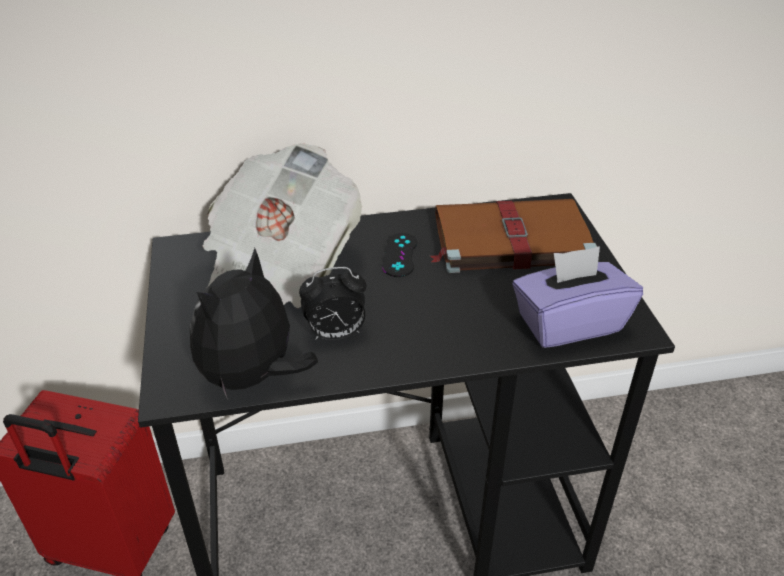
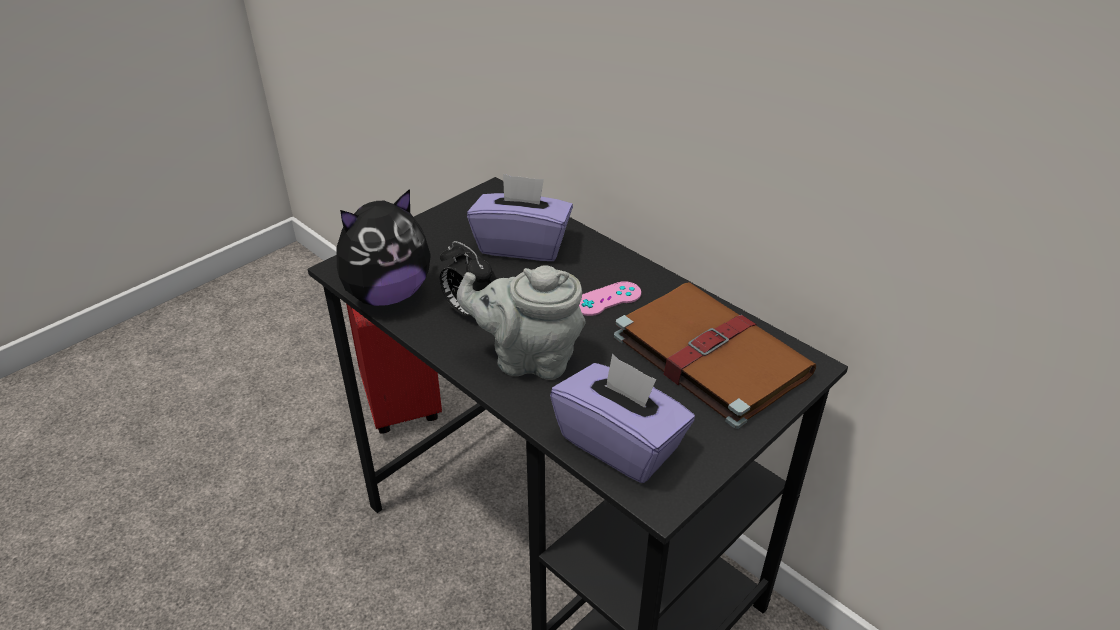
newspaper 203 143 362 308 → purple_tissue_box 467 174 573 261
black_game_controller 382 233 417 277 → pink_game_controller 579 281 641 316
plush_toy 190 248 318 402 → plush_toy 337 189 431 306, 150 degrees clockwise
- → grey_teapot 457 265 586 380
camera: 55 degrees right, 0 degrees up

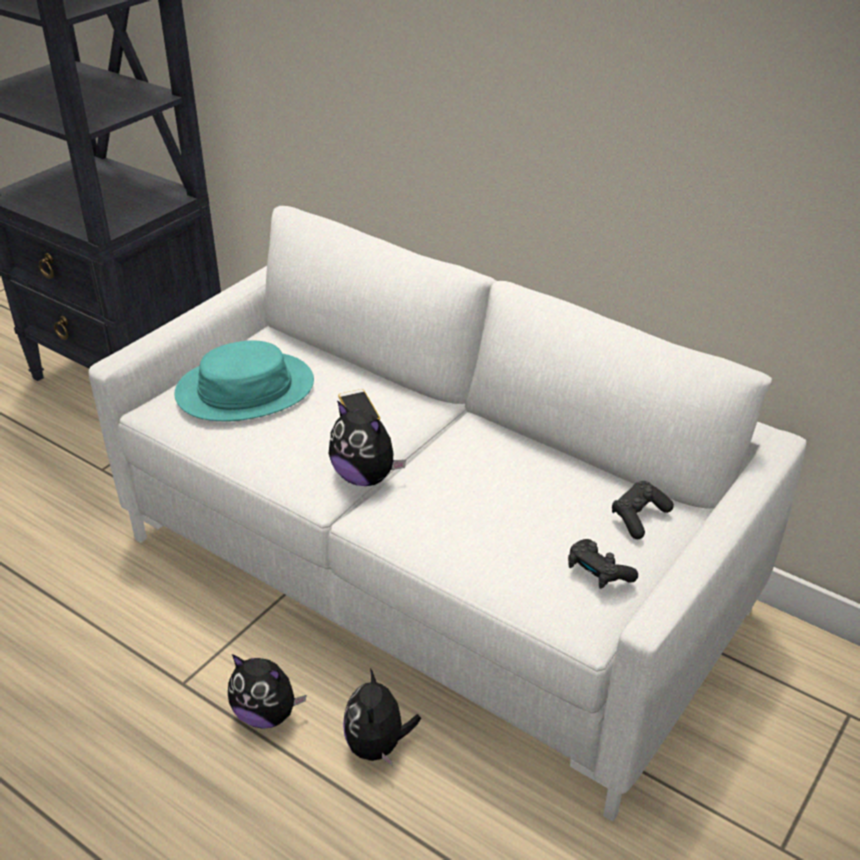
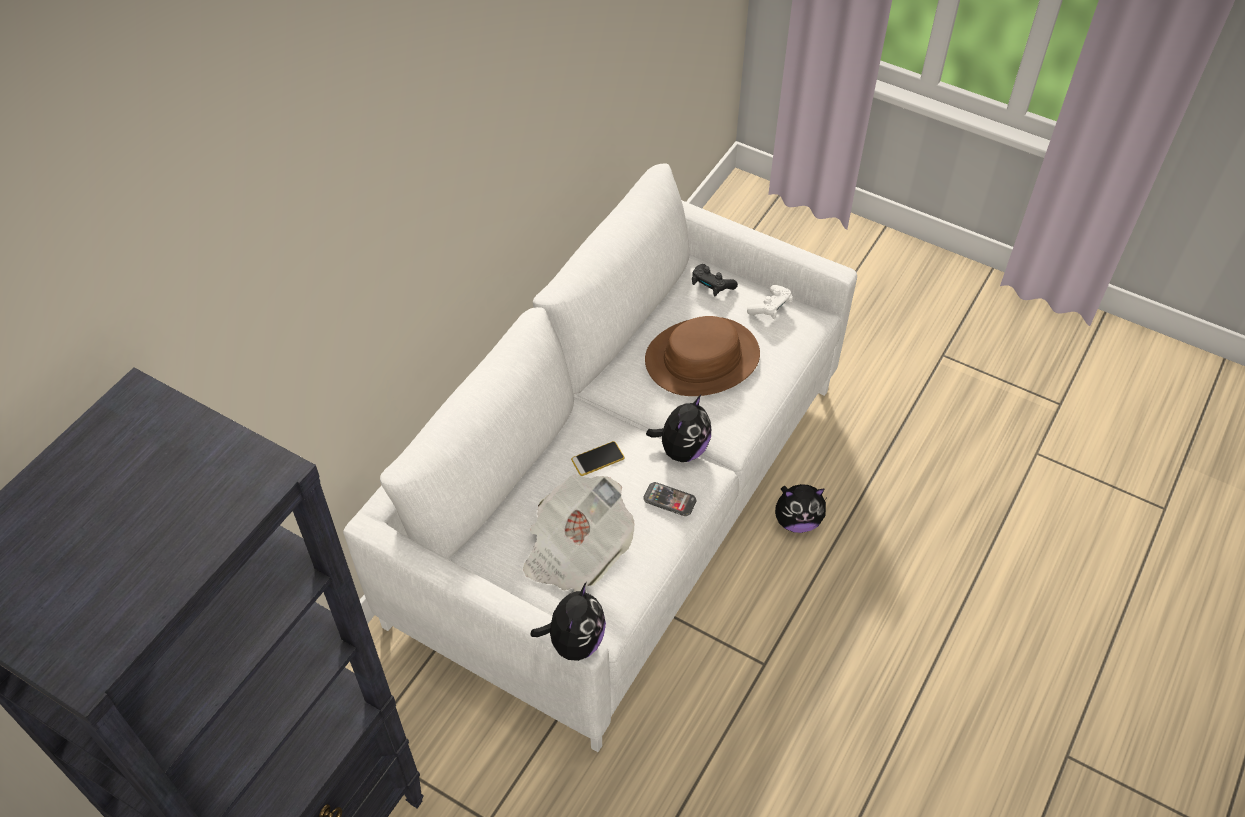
turquoise_hat 174 341 314 421 → newspaper 523 474 635 592
black_game_controller 568 539 638 589 → white_game_controller 747 285 793 319
plush_toy 228 654 306 729 → plush_toy 530 583 606 661, moved
- → brown_hat 645 316 760 396
- → phone 643 482 696 516
camera: 95 degrees left, 15 degrees up

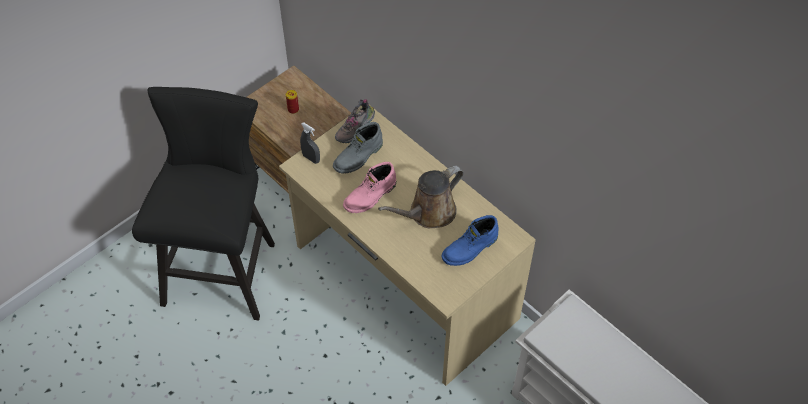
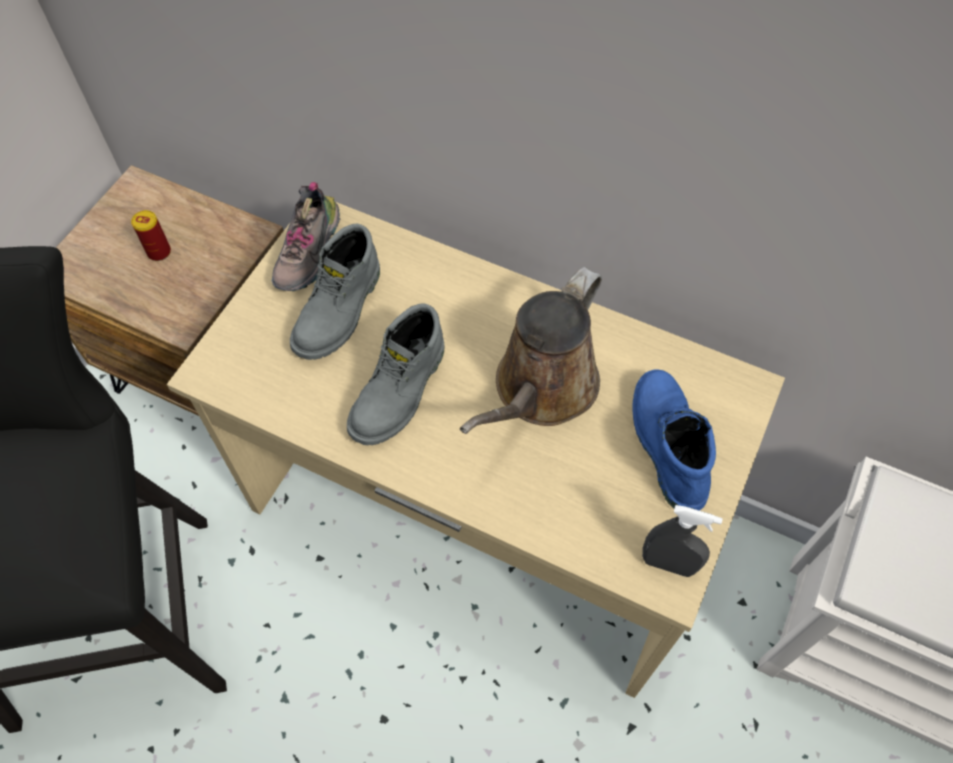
grey_spray_bottle 300 122 320 164 → grey_spray_bottle 642 505 723 577, moved
pink_boot 343 162 396 213 → grey_boot 347 304 444 445
blue_boot 441 215 499 266 → blue_boot 632 370 716 511, 135 degrees clockwise
camera: 20 degrees left, 5 degrees up

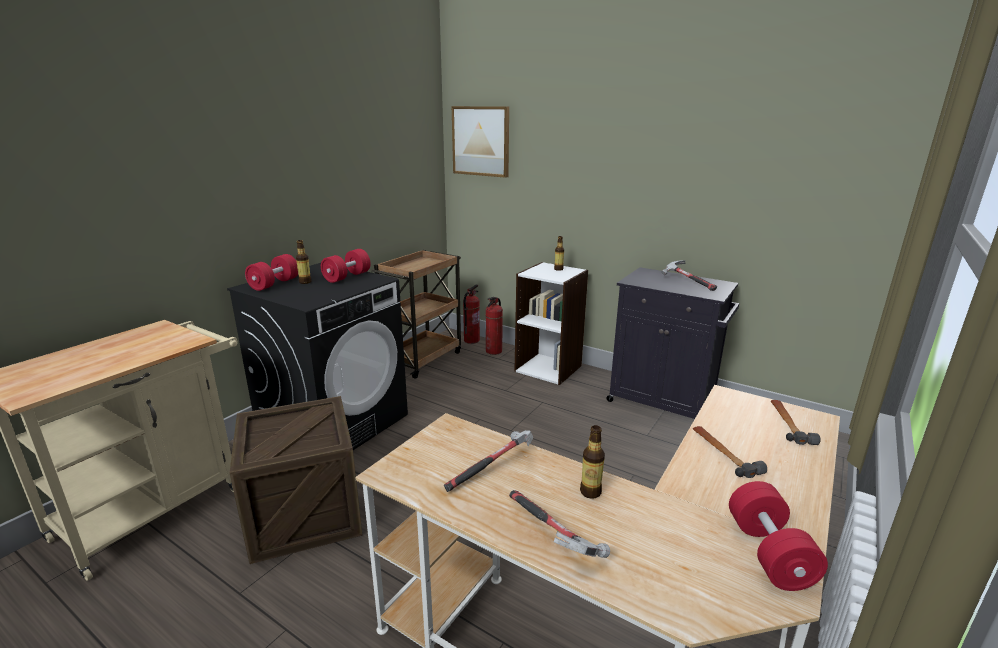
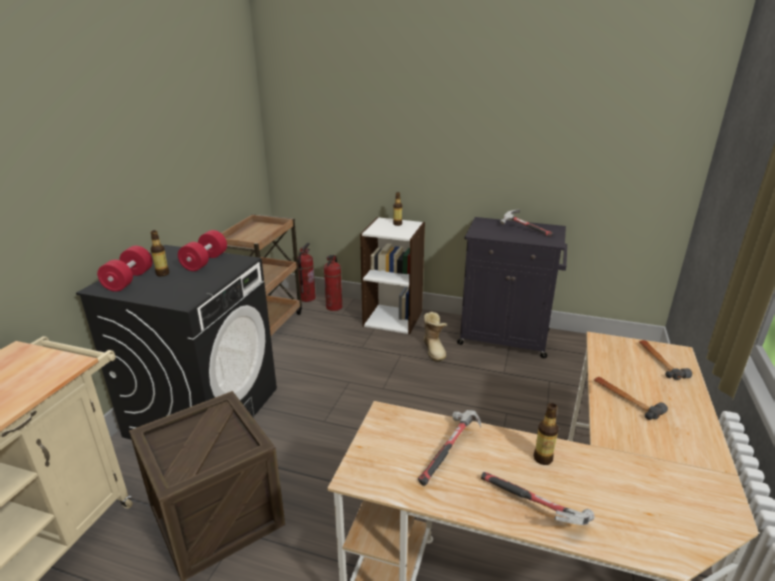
picture 452 106 509 178 → -
red_dumbbell 729 481 828 591 → -
- → boot 424 312 447 362
camera: 15 degrees left, 5 degrees up

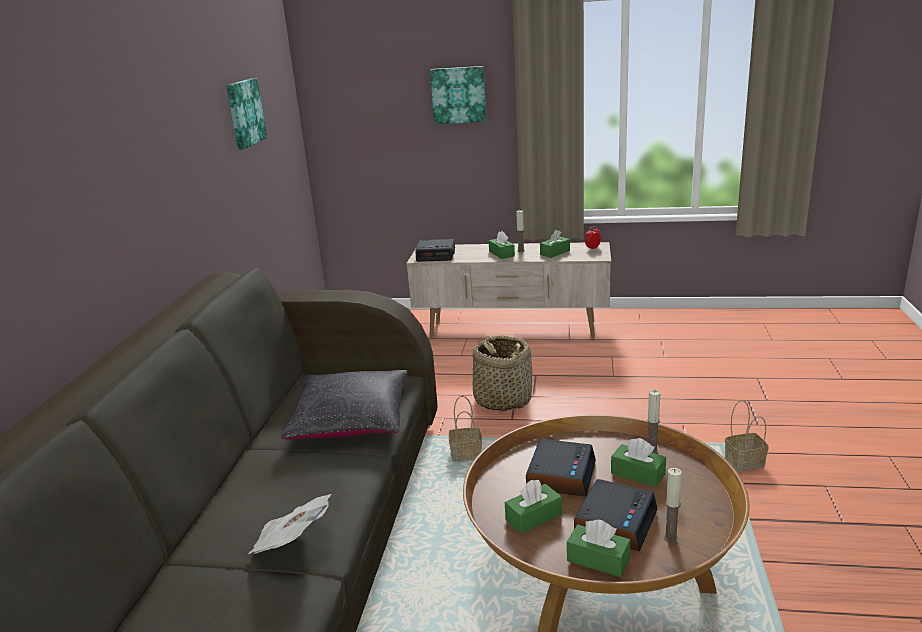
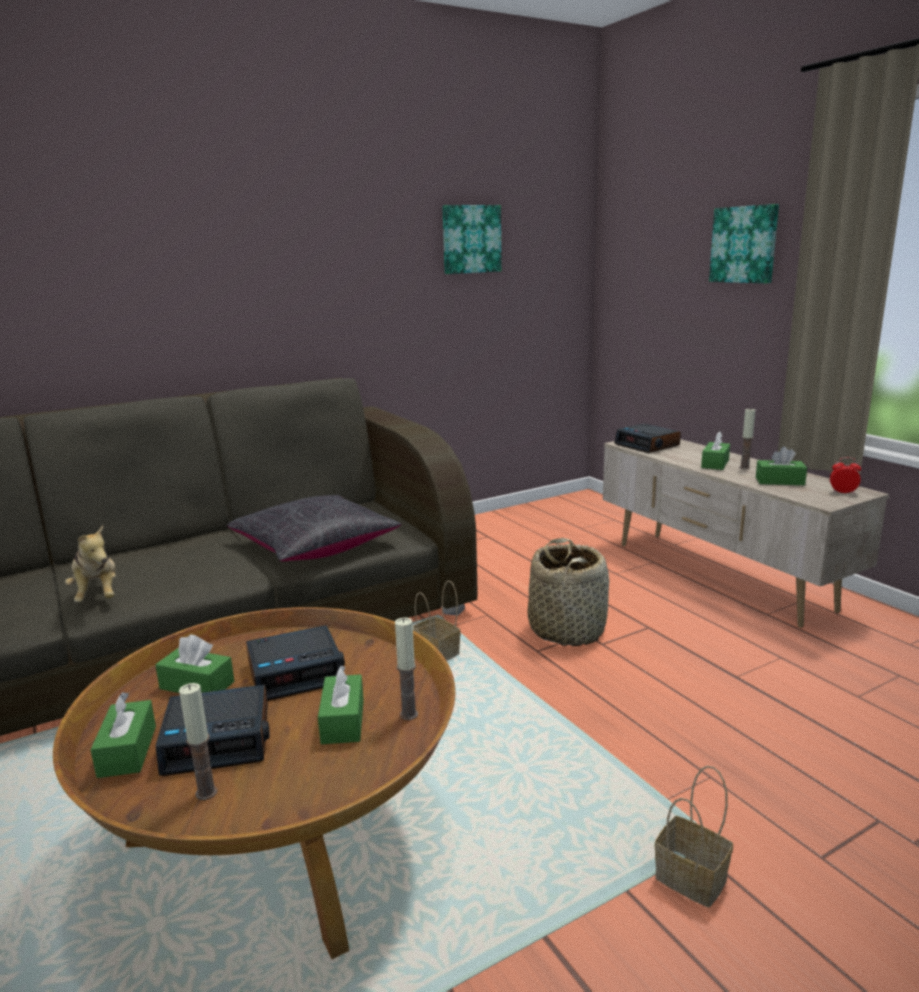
newspaper 249 494 331 554 → plush_toy 65 525 116 602
camera: 50 degrees right, 5 degrees down

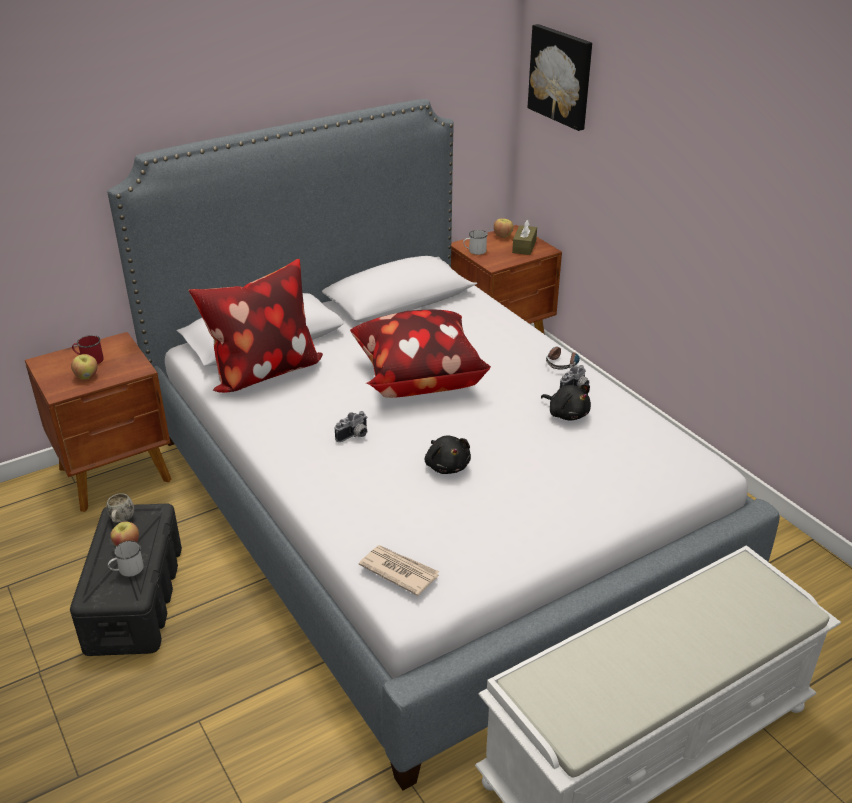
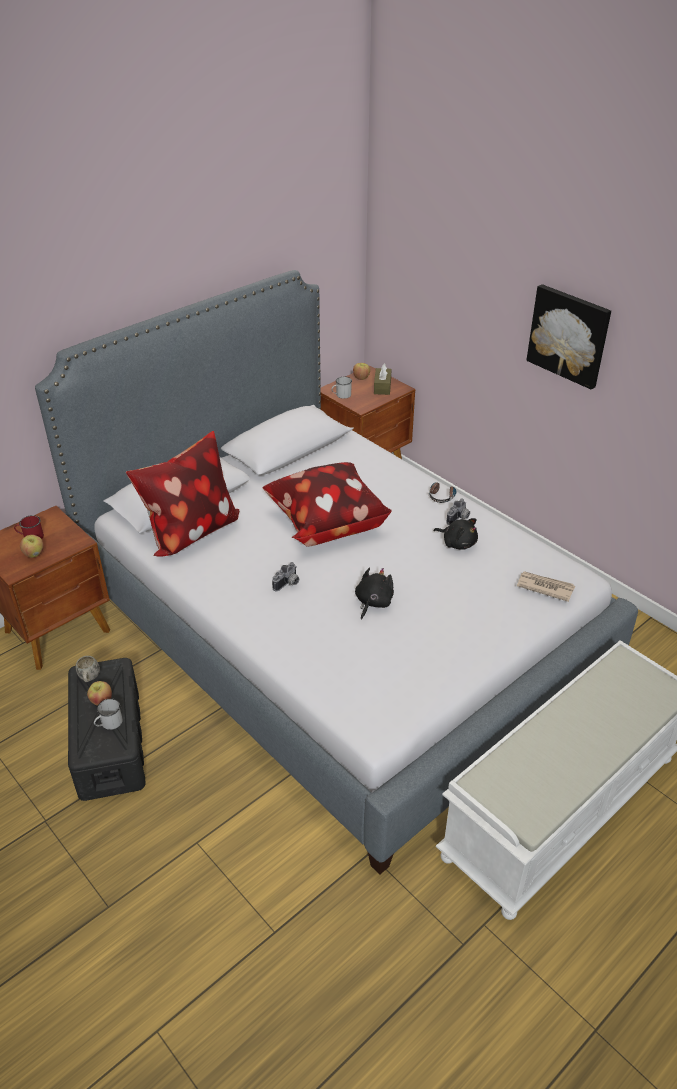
picture 528 24 592 131 → picture 527 284 611 390, moved
black_plush_toy 425 435 471 474 → black_plush_toy 355 568 394 620, 120 degrees counterclockwise
newspaper 359 545 439 596 → newspaper 517 571 575 602, moved
camera: 10 degrees left, 5 degrees up

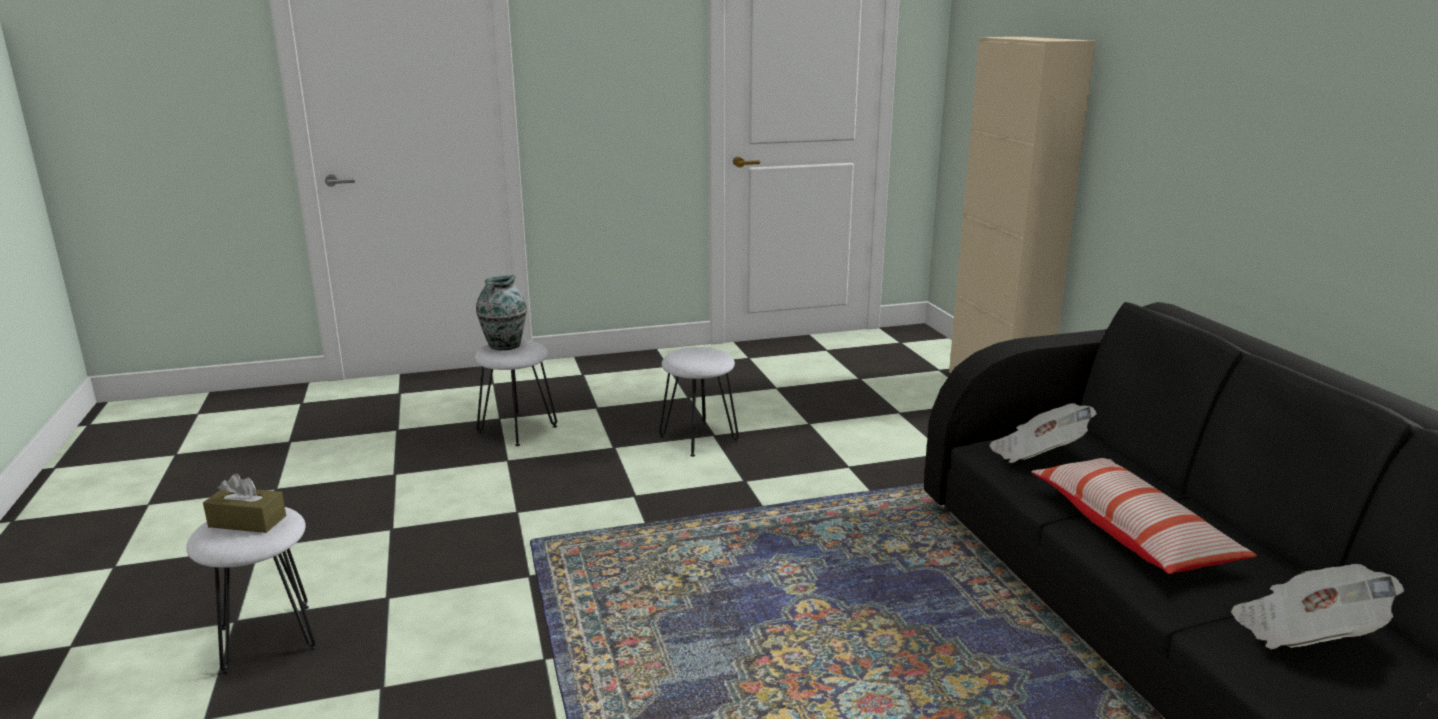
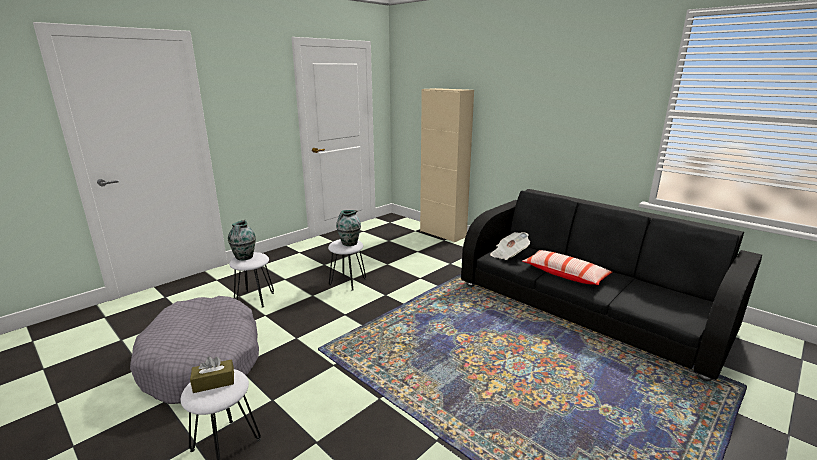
newspaper 1231 564 1404 649 → -
- → vase 336 210 361 246
- → grey_dog_bed 130 296 259 404
camera: 30 degrees left, 0 degrees up

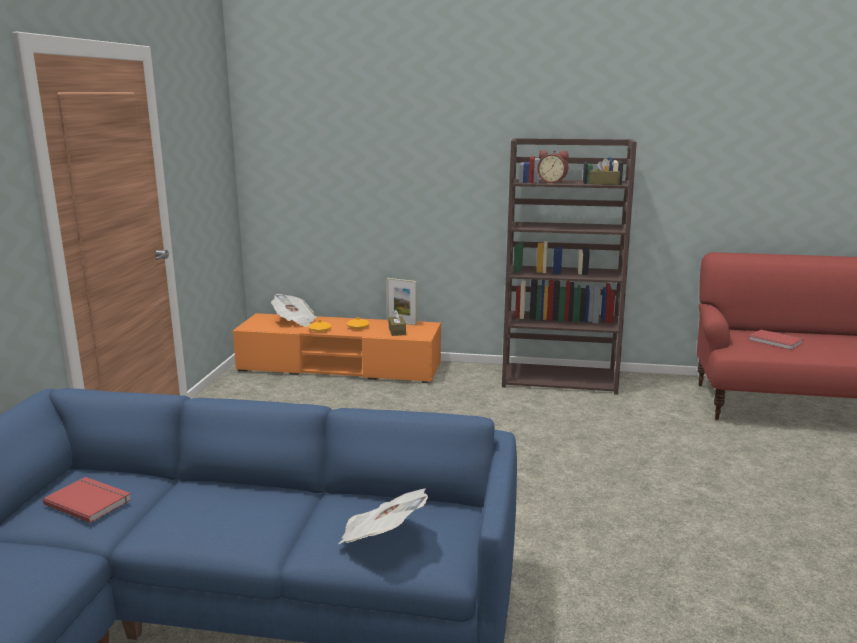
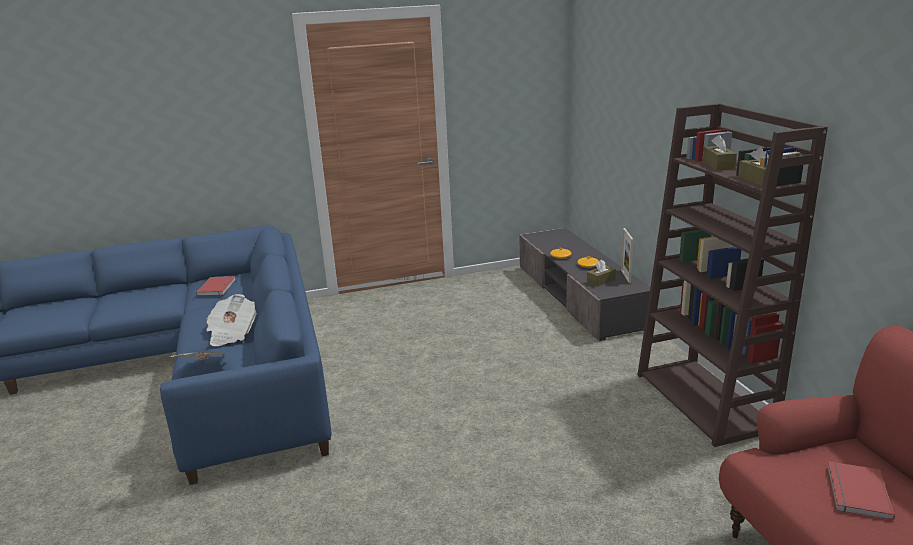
alarm_clock 537 150 569 183 → brown_tissue_box 703 135 737 170
newspaper 271 294 317 327 → newspaper 206 294 257 346, moved
orange_tv_stand 233 313 441 383 → grey_tv_stand 520 228 650 341
camera: 65 degrees right, 5 degrees up

